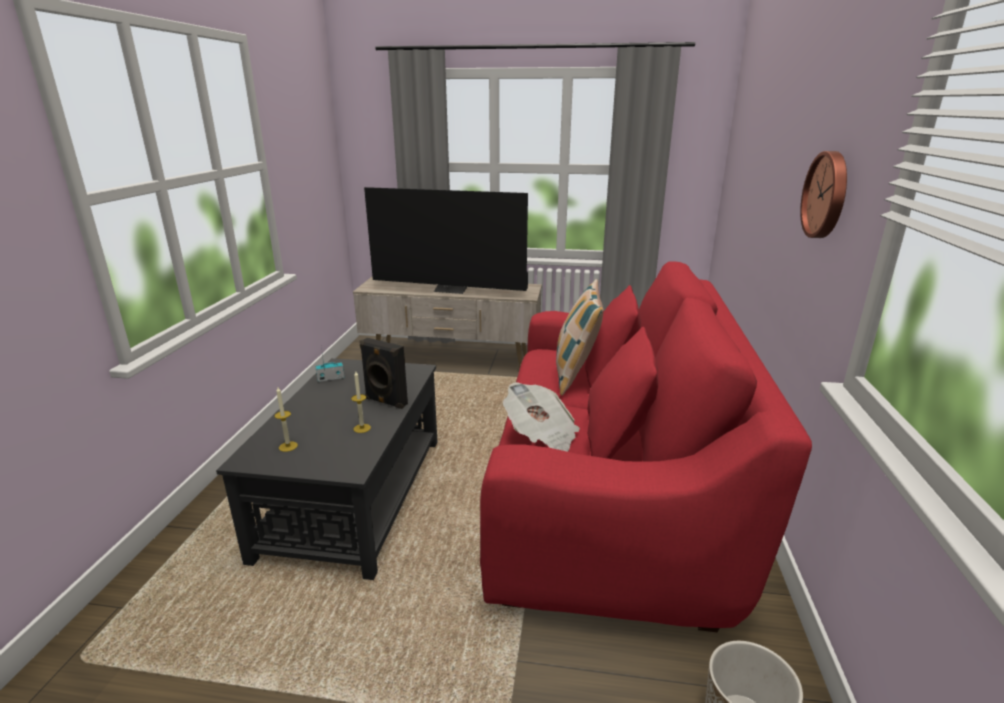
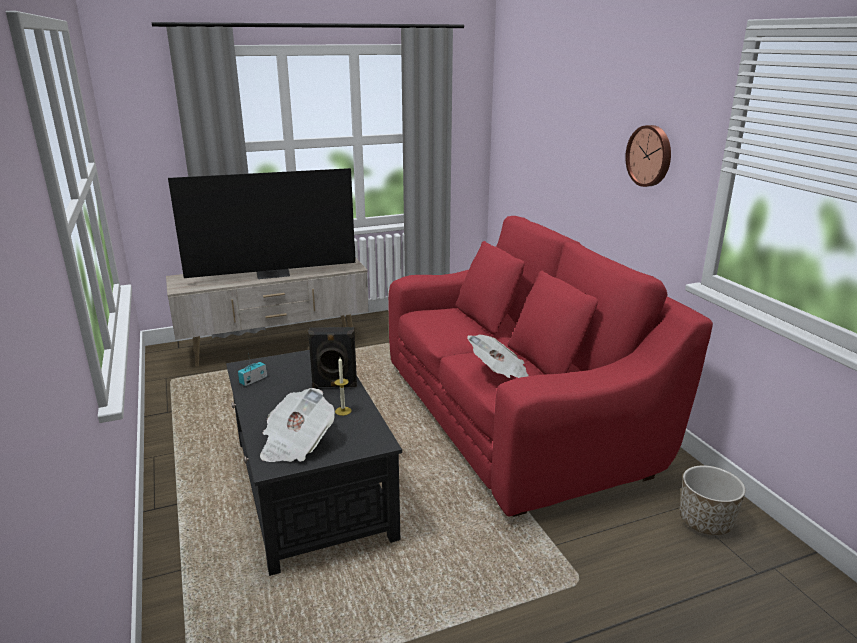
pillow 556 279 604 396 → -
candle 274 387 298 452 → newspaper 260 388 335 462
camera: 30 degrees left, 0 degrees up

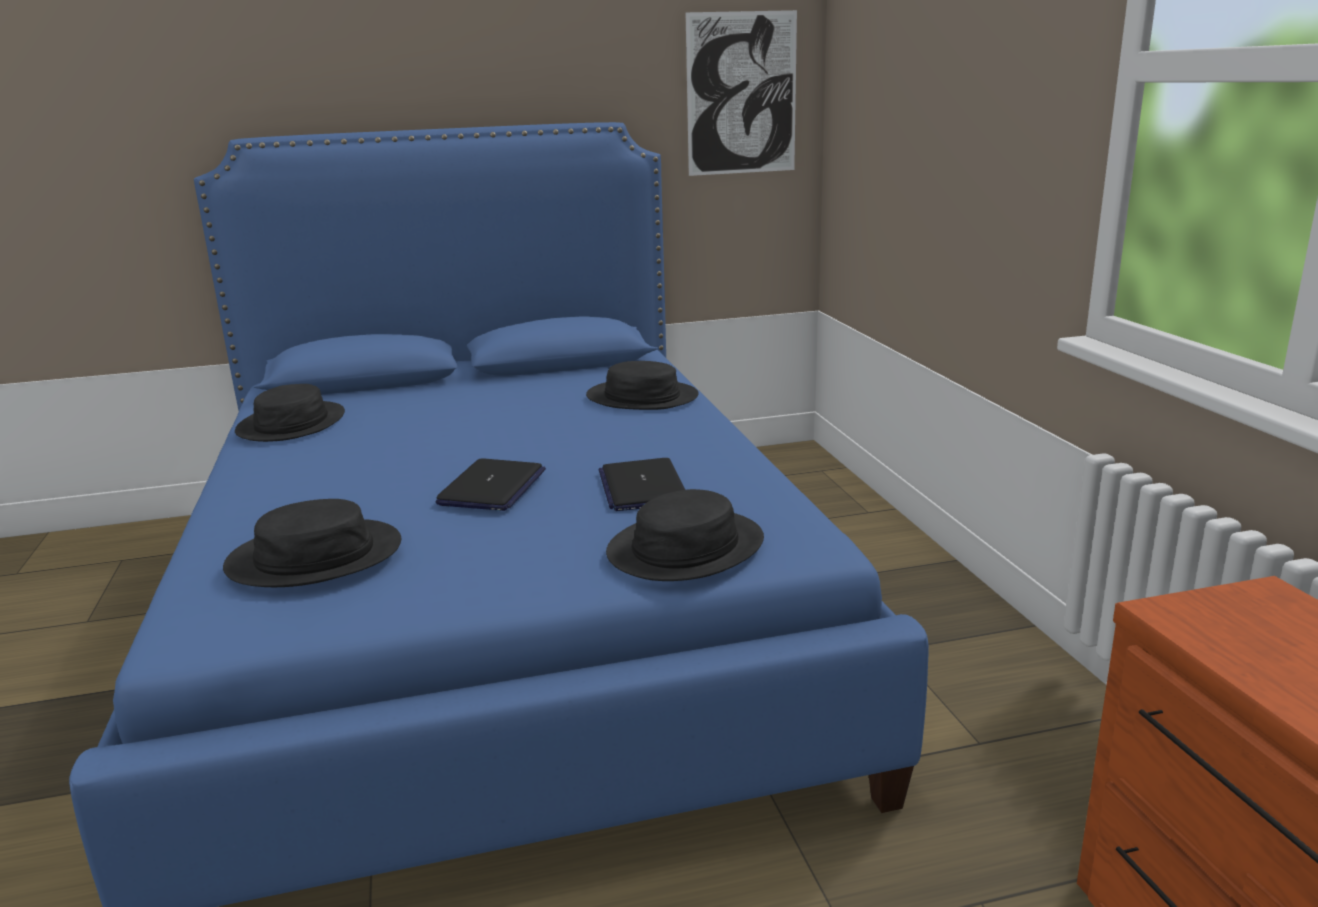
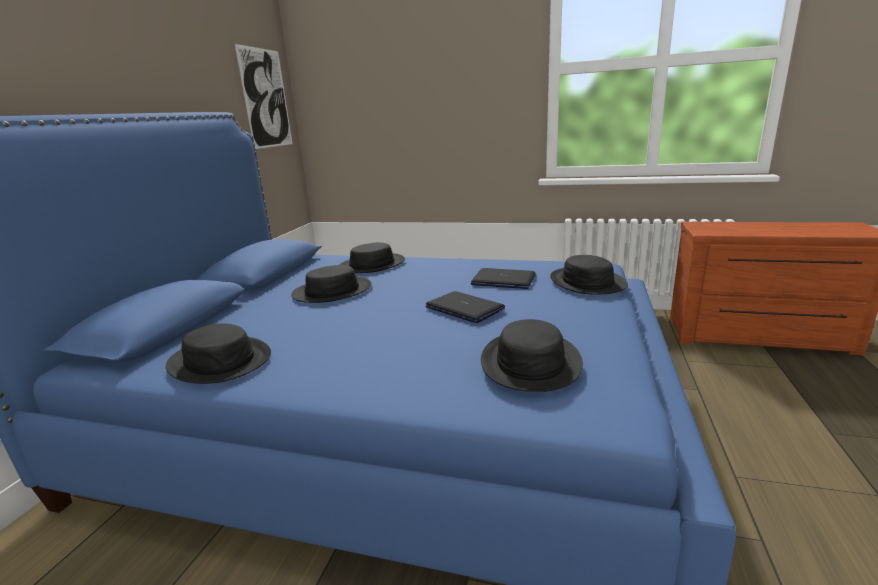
- → black_hat 291 265 372 303
camera: 60 degrees left, 0 degrees up

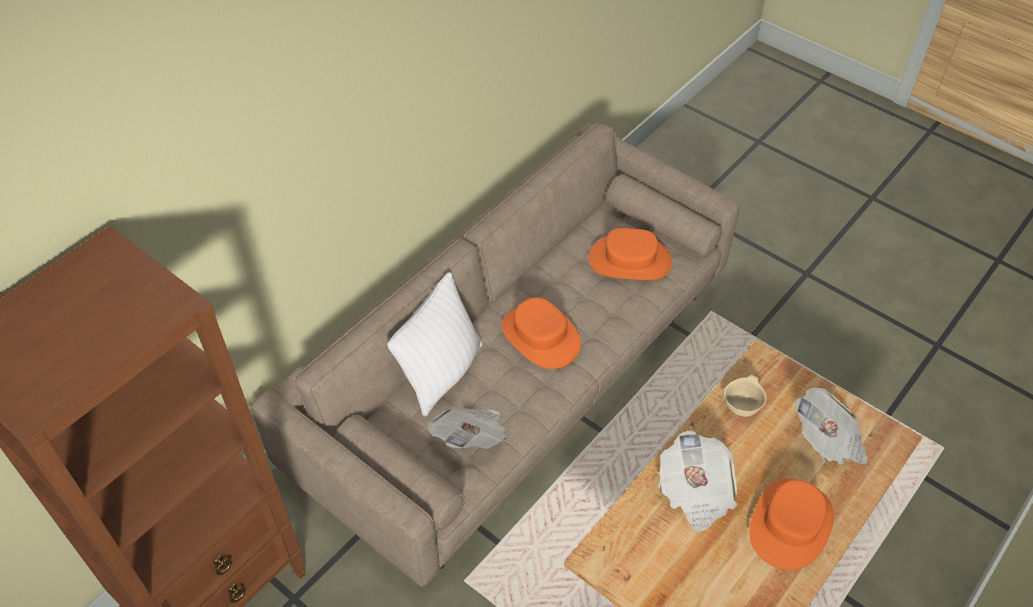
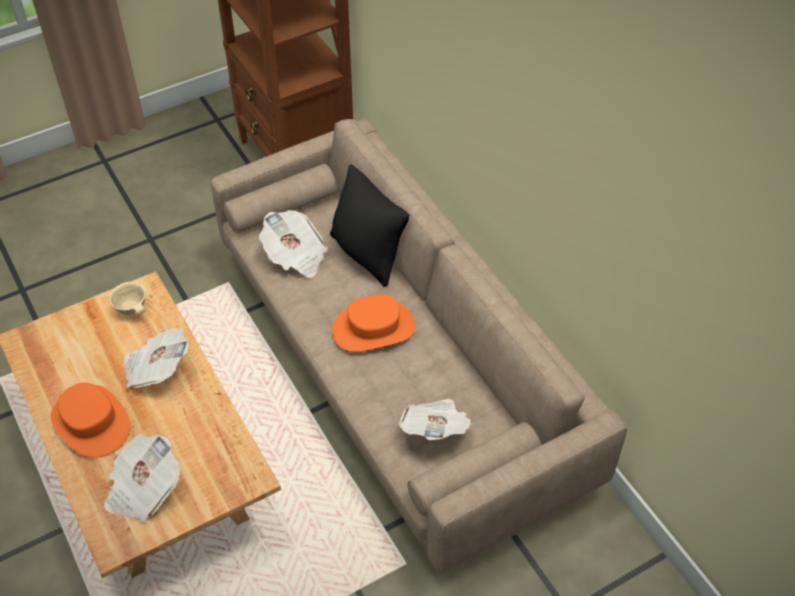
orange_hat 589 228 672 280 → newspaper 398 399 472 440
white_pillow 387 272 483 416 → black_pillow 330 164 409 287
beige_bowl 724 375 767 417 → beige_bowl 109 282 146 316, moved
camera: 110 degrees right, 0 degrees up

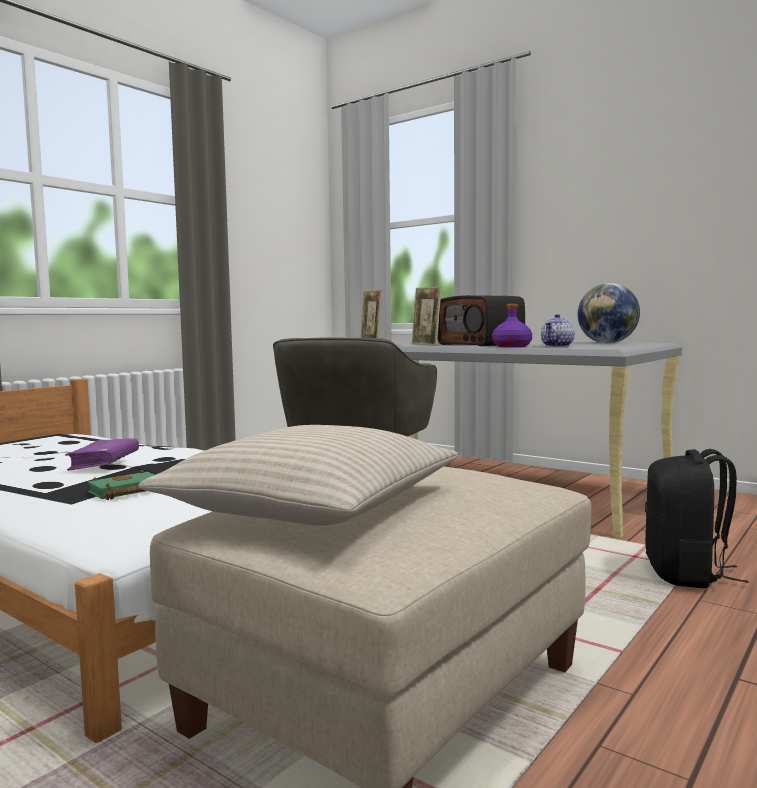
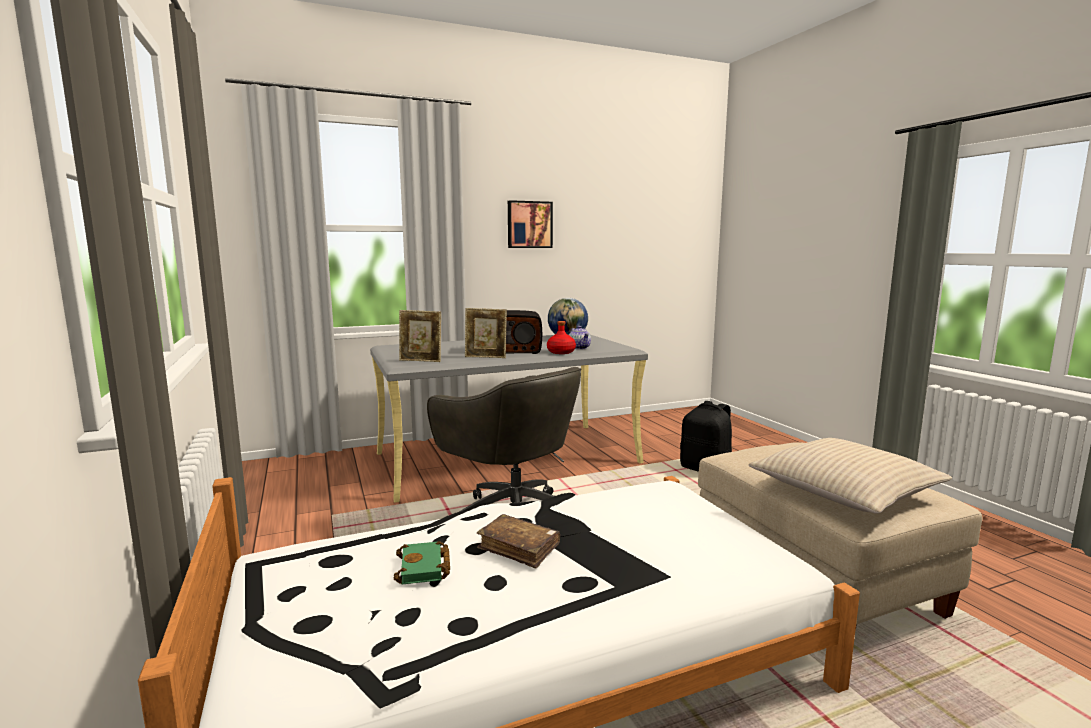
purple_bottle 492 304 532 347 → red_bottle 547 321 576 354
purple_book 65 438 139 471 → brown_book 477 514 560 569
green_book 88 470 155 500 → green_book 394 541 450 585, moved
- → picture 508 200 553 248
camera: 60 degrees left, 5 degrees up

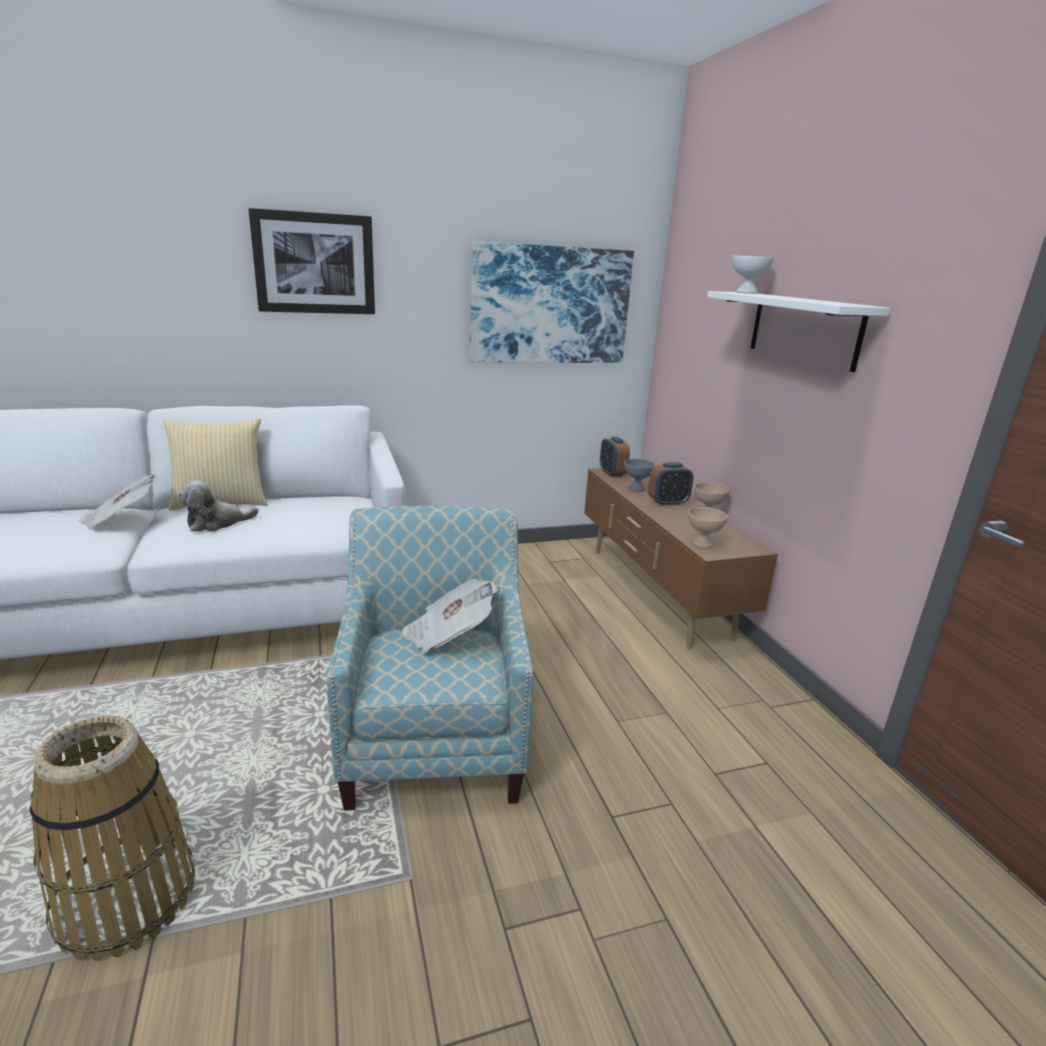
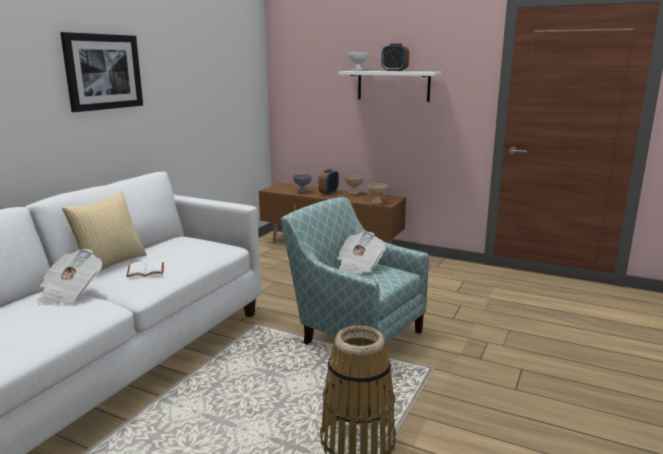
picture 470 241 634 363 → -
alarm_clock 600 436 630 477 → alarm_clock 382 43 409 71, moved
plush_toy 178 480 259 532 → white_book 126 260 164 277
camera: 45 degrees left, 5 degrees down

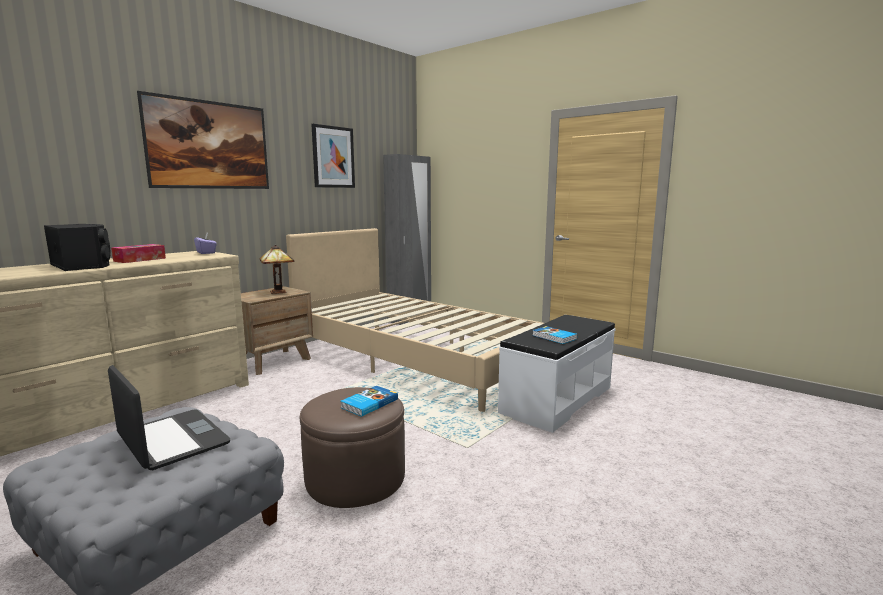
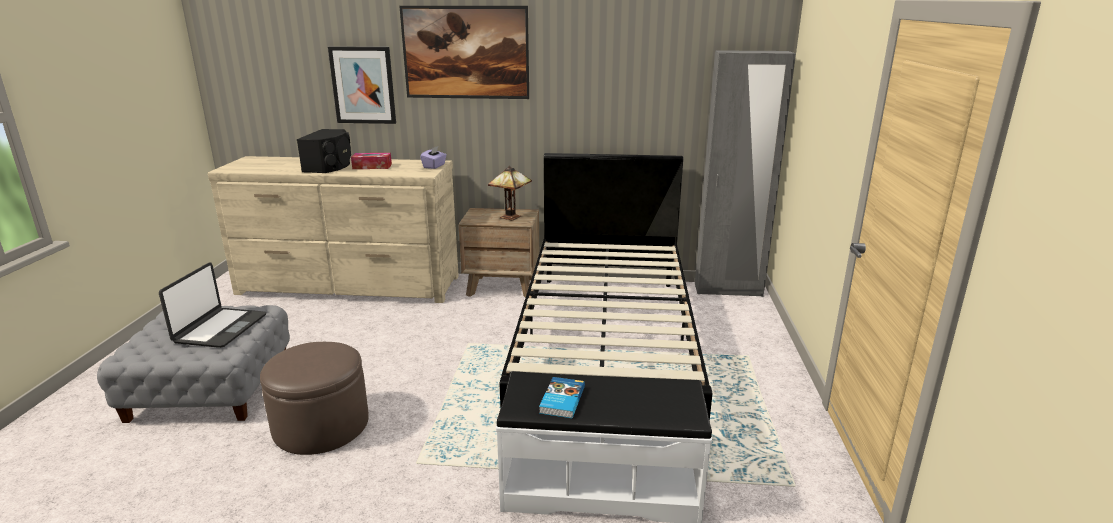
picture 311 124 355 188 → picture 328 46 396 124, moved
beige_bed 286 228 544 412 → black_bed 500 153 712 421
book 340 386 398 417 → -
camera: 55 degrees right, 10 degrees up

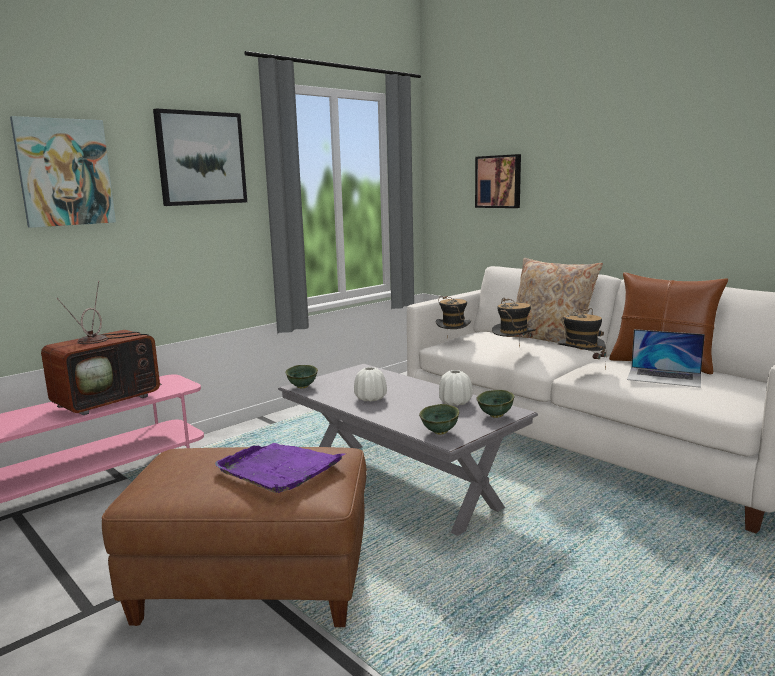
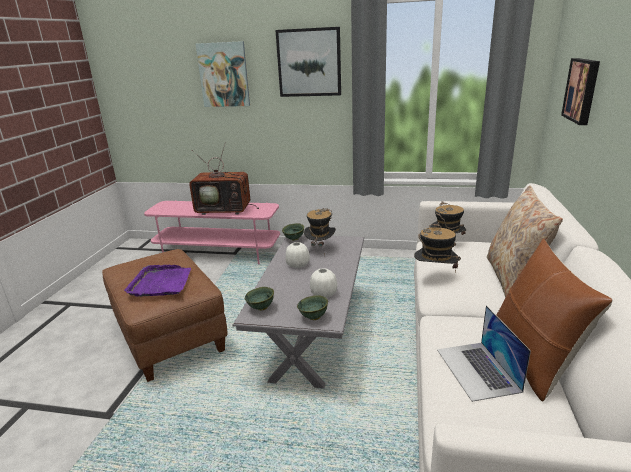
hat 557 308 606 369 → hat 304 208 336 256, moved
camera: 55 degrees right, 10 degrees up

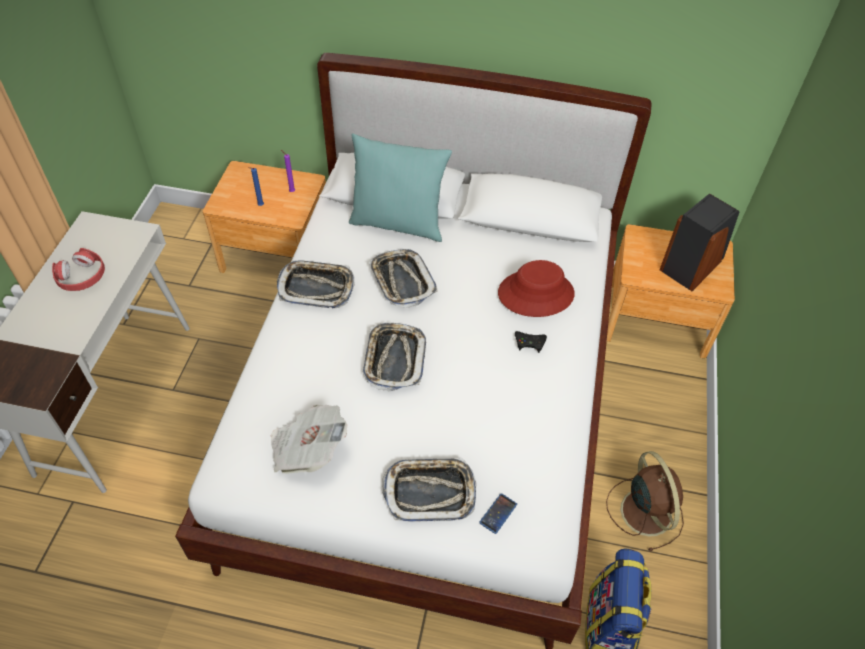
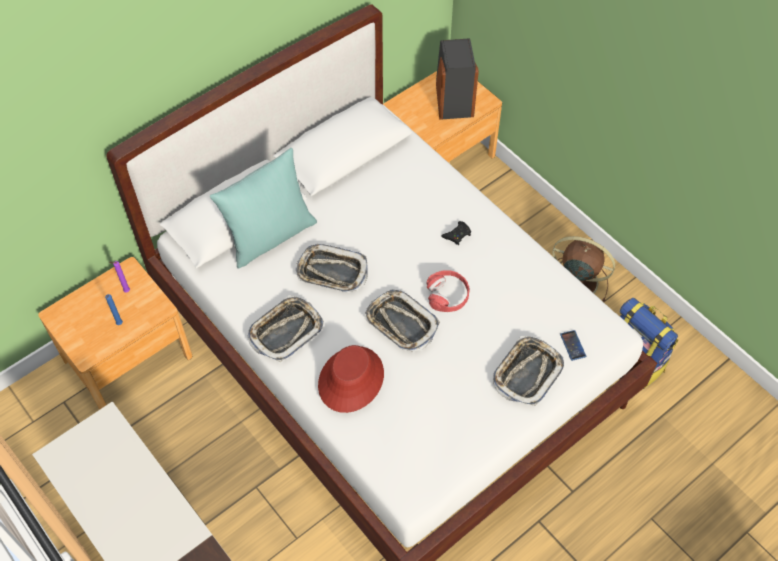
red_headphones 52 248 105 291 → red_headphones 427 270 469 312, moved
red_hat 498 260 574 317 → red_hat 318 345 384 413, moved
newspaper 270 405 347 474 → -
camera: 50 degrees left, 5 degrees up

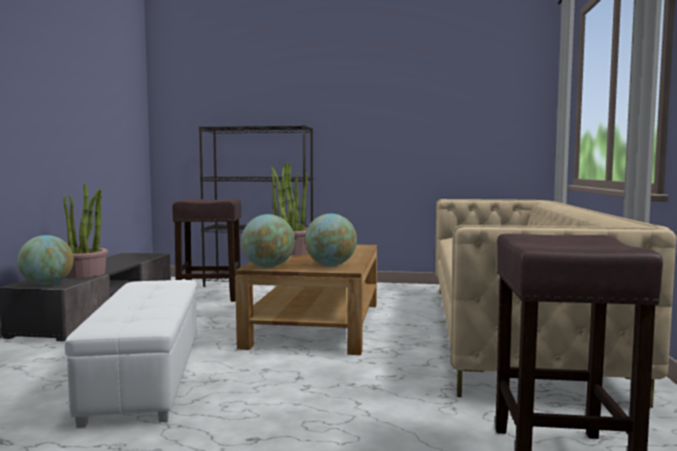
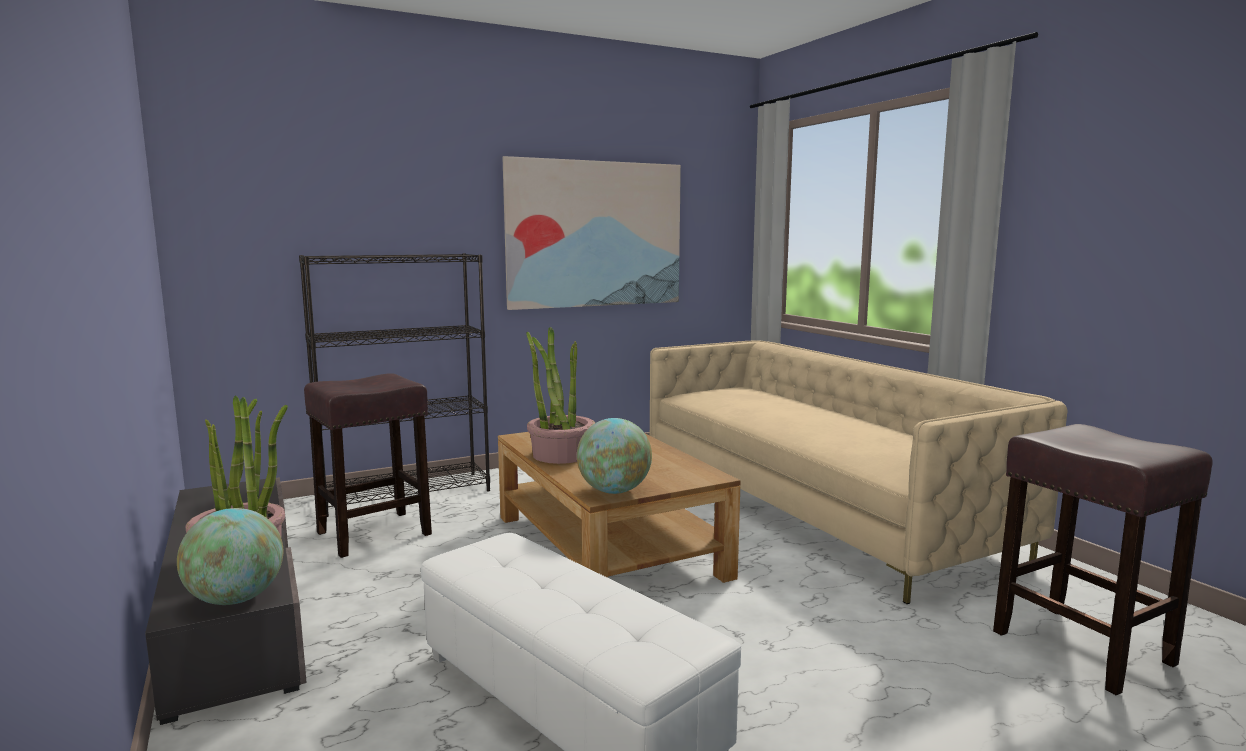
globe 305 214 357 266 → -
- → picture 503 156 681 310
camera: 35 degrees left, 5 degrees up

